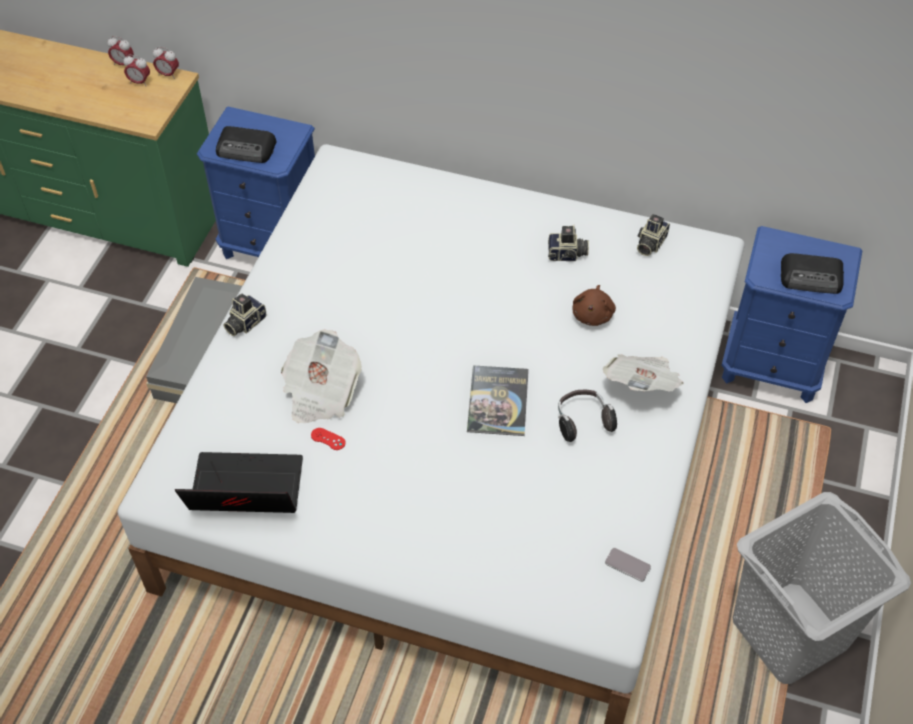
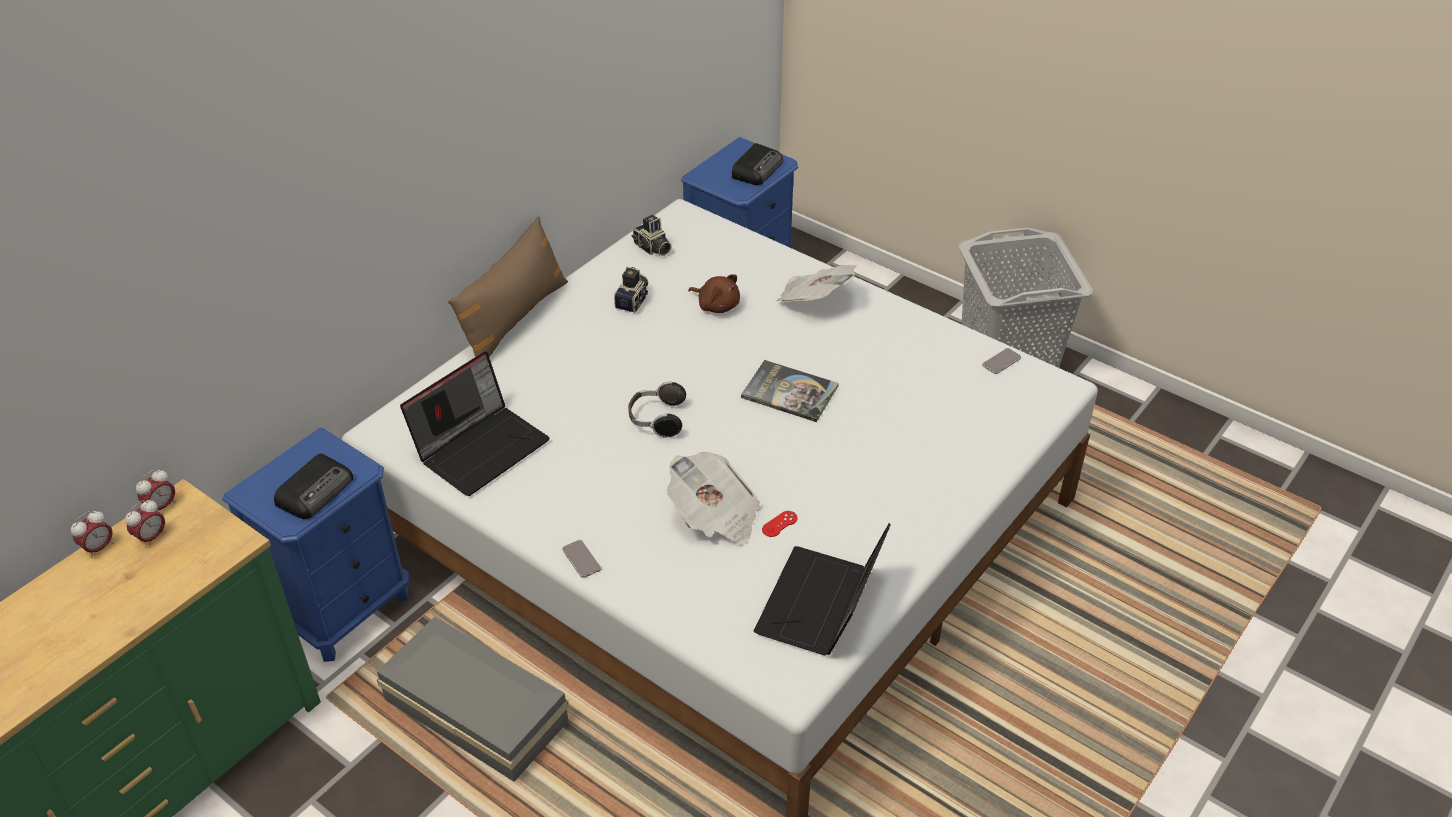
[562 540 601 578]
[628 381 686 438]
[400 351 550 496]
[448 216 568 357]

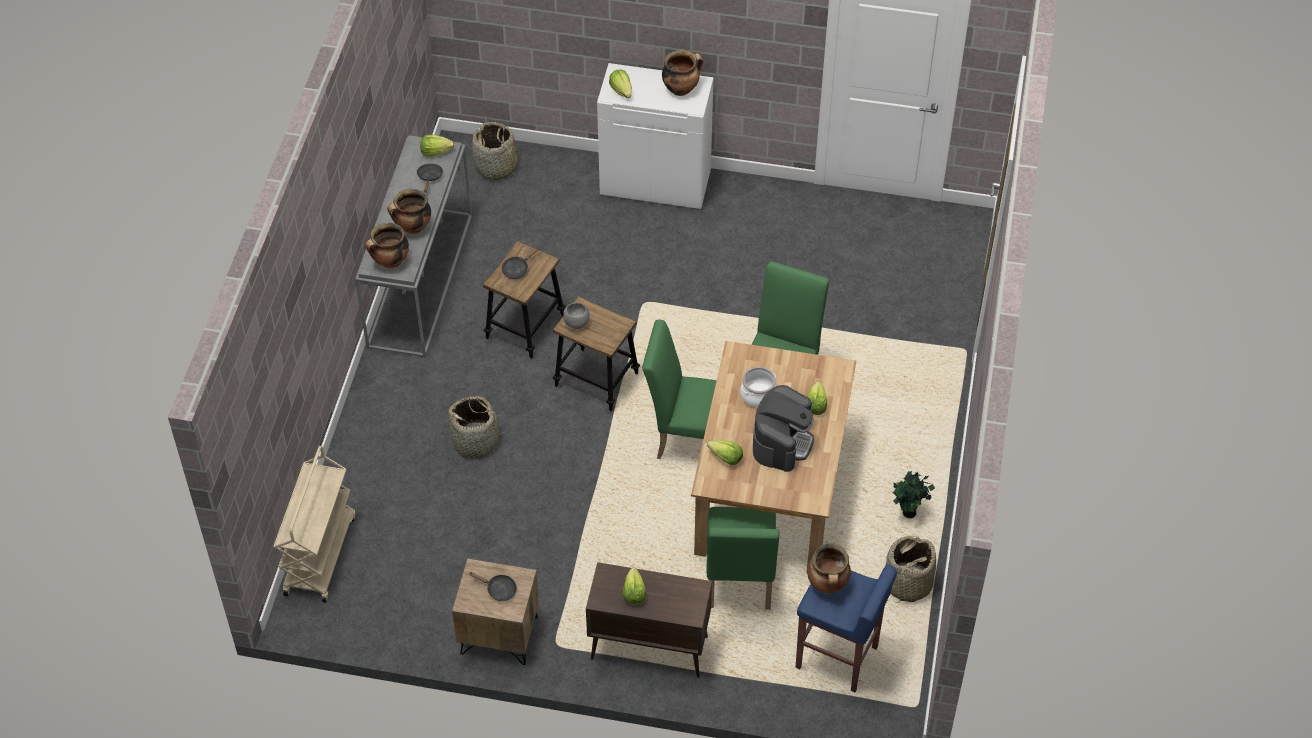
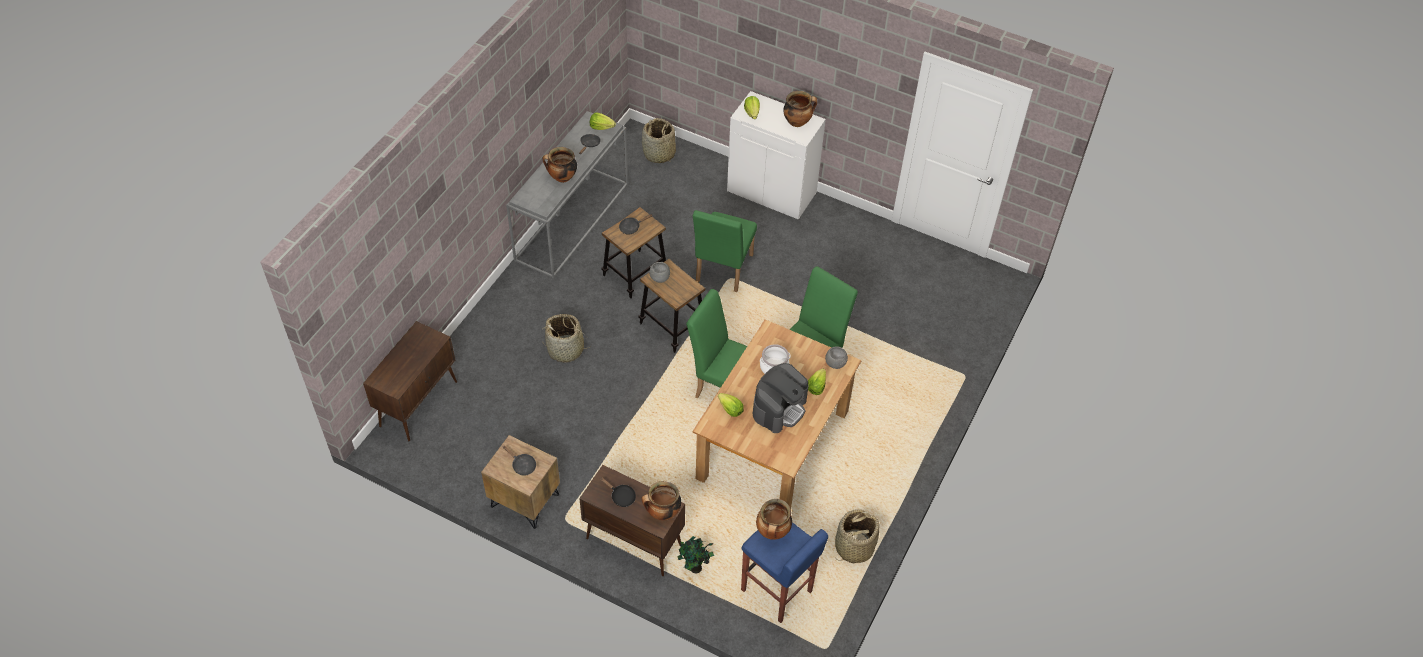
[363 321 457 441]
[641 481 681 520]
[600 477 636 507]
[693 210 757 292]
[677 536 714 573]
[825 346 848 369]

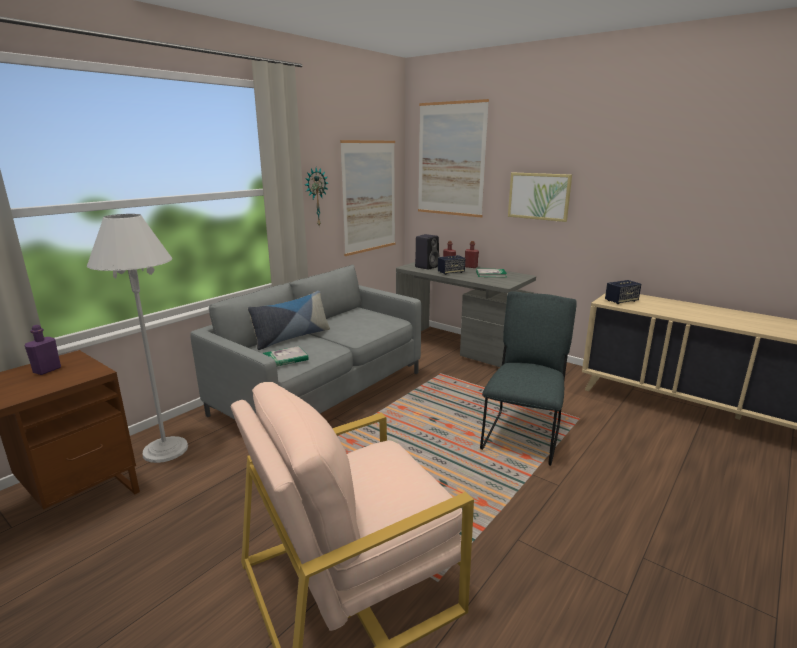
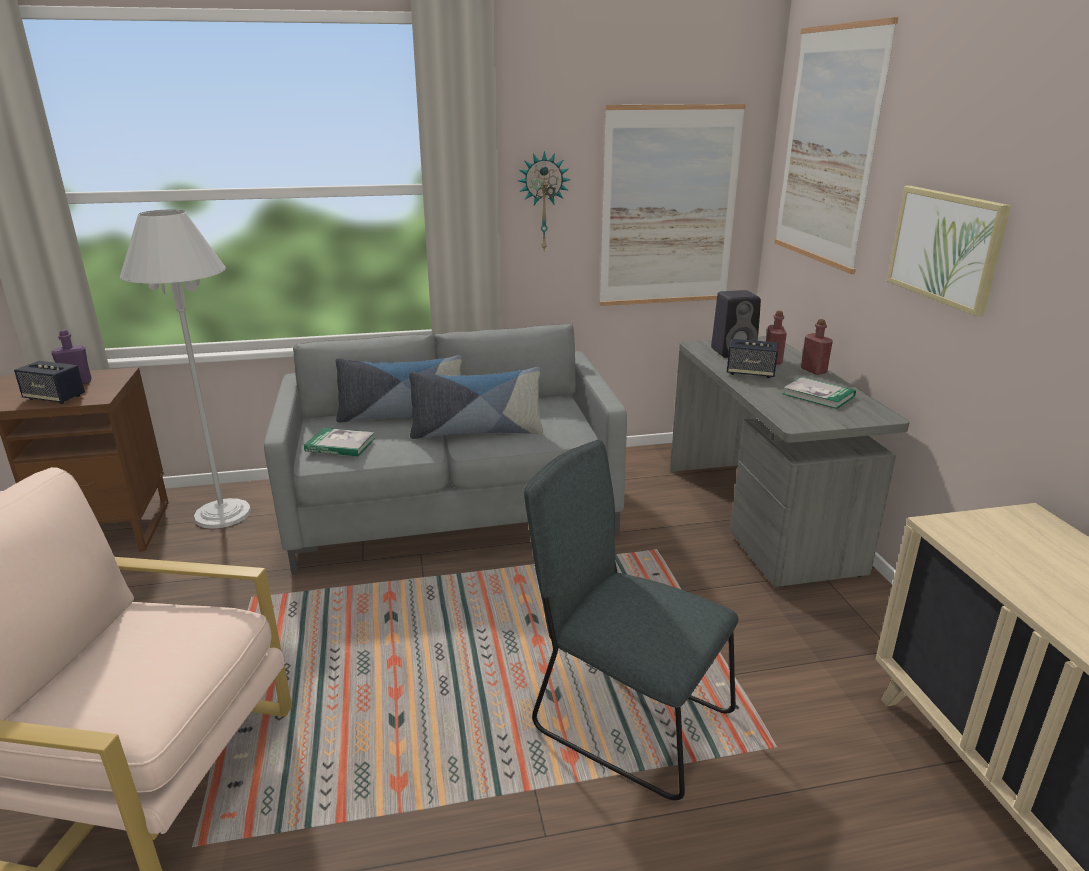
[524 440 739 800]
[14 361 85 404]
[409 367 543 439]

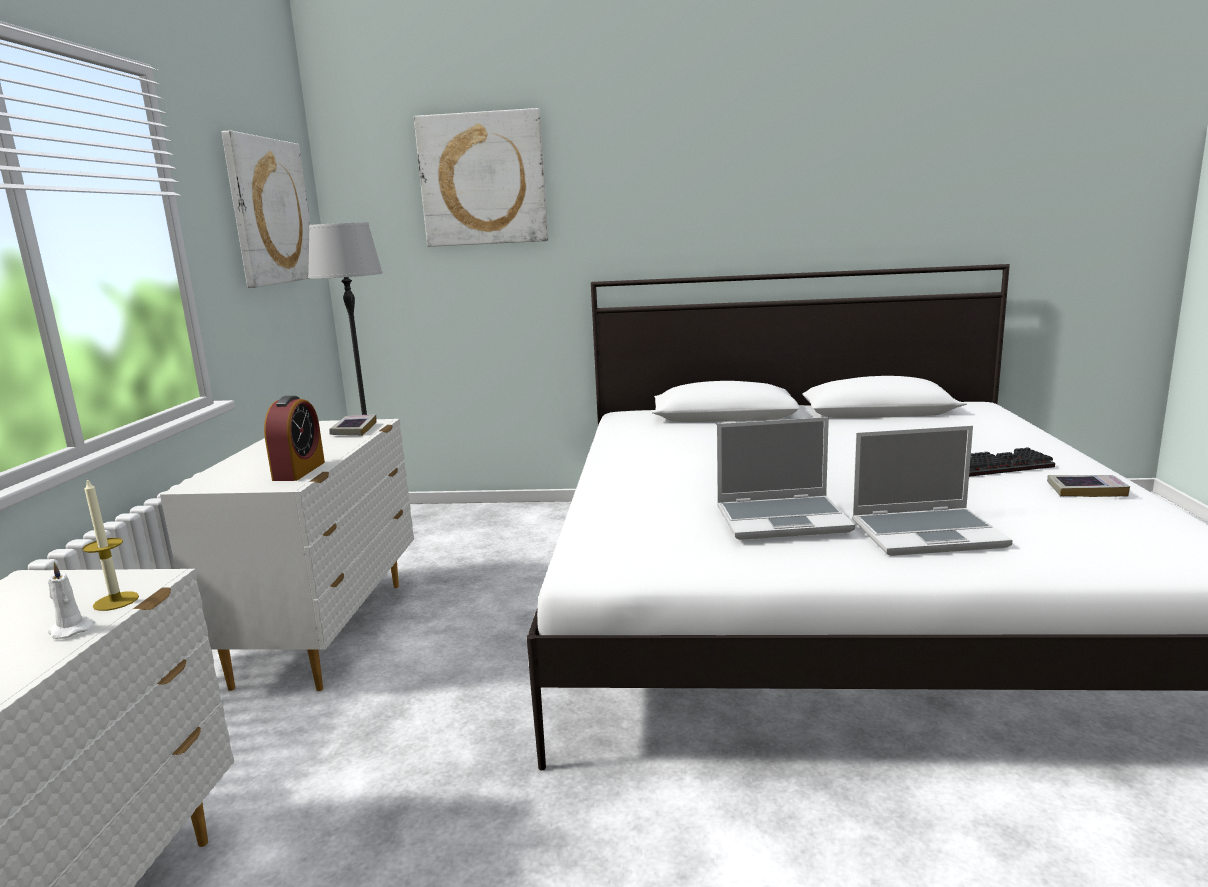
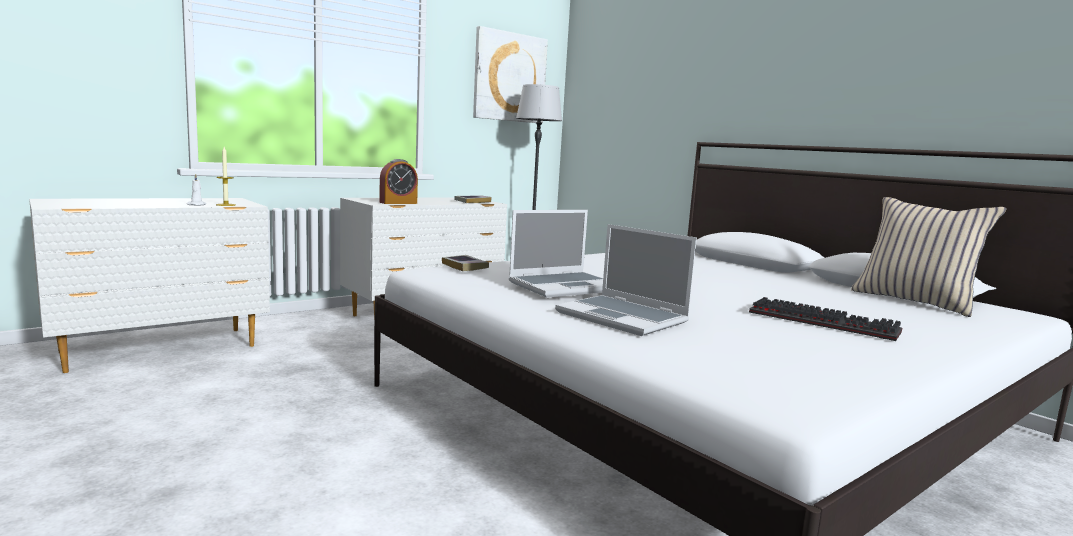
[414 108 549 247] (first image)
[509 210 603 297]
[442 255 489 271]
[851 197 1006 317]

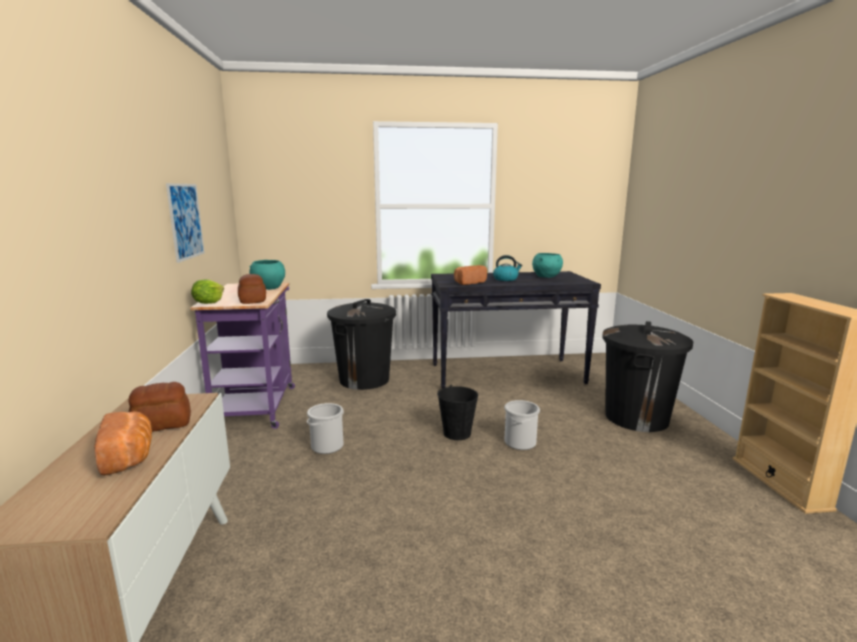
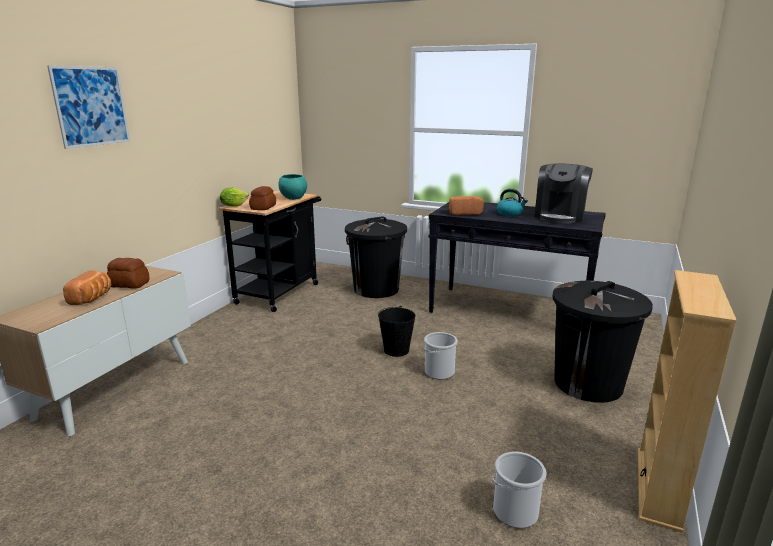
[47 65 130 149]
[218 191 321 312]
[492 452 546 528]
[535 163 593 224]

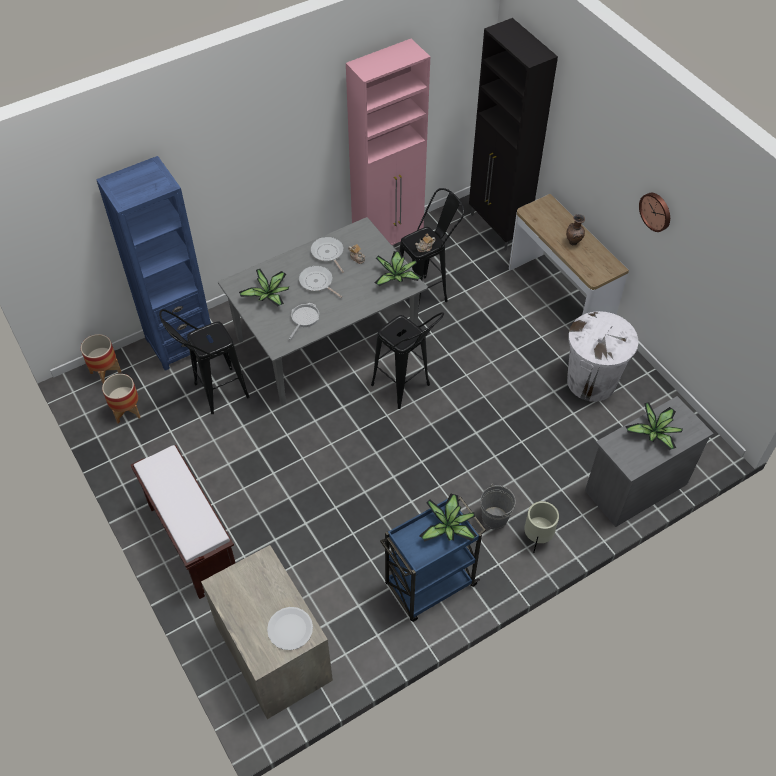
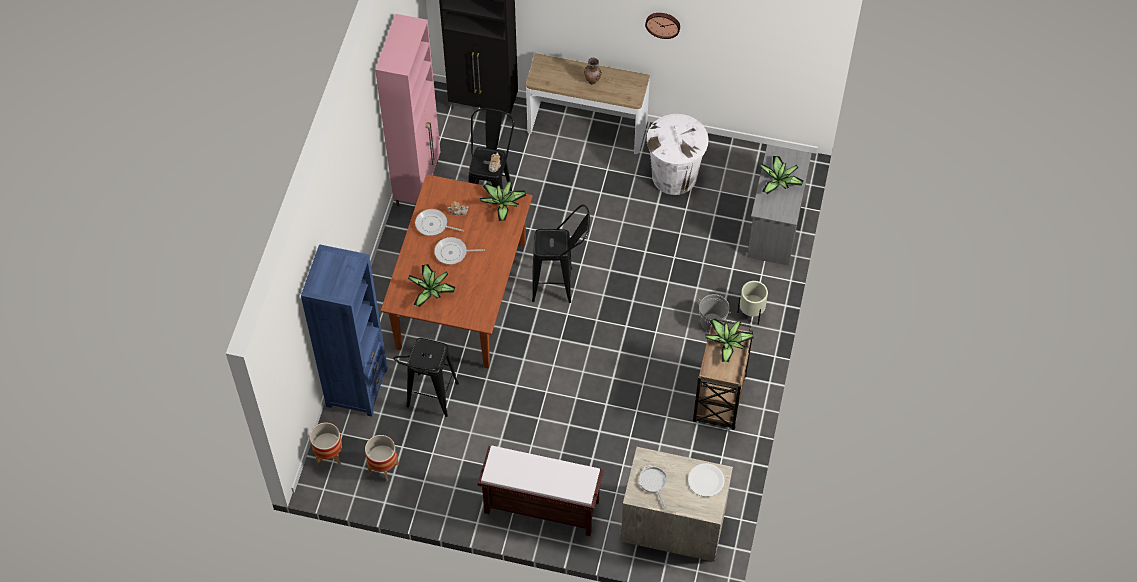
[381 174 533 369]
[639 465 667 509]
[693 319 753 430]

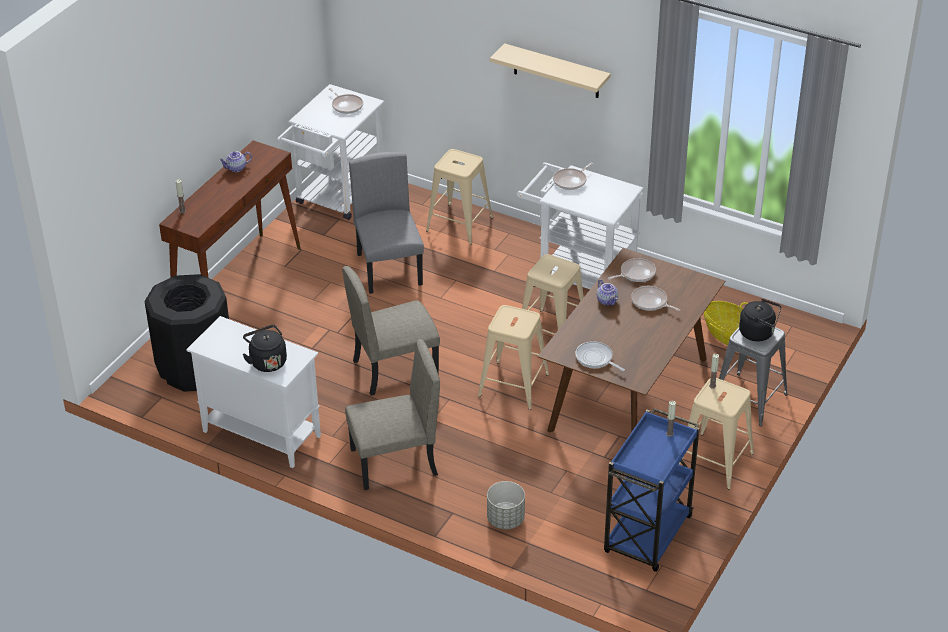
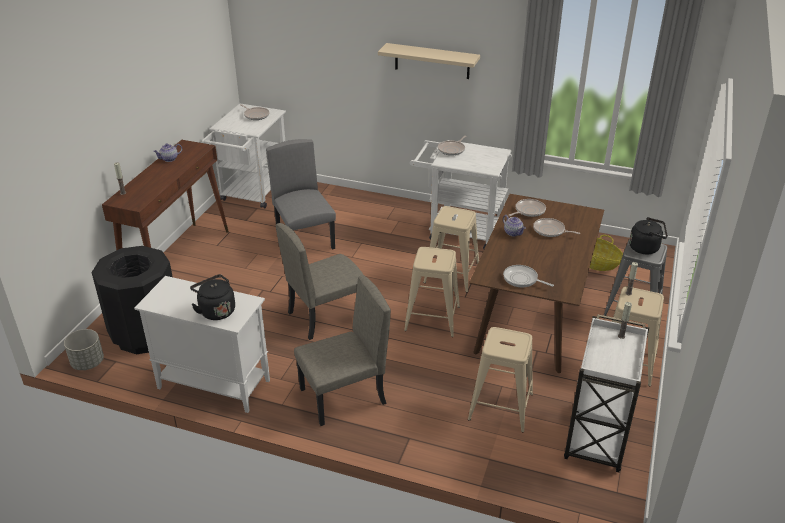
[468 327 533 432]
[64 329 104 370]
[564 314 649 473]

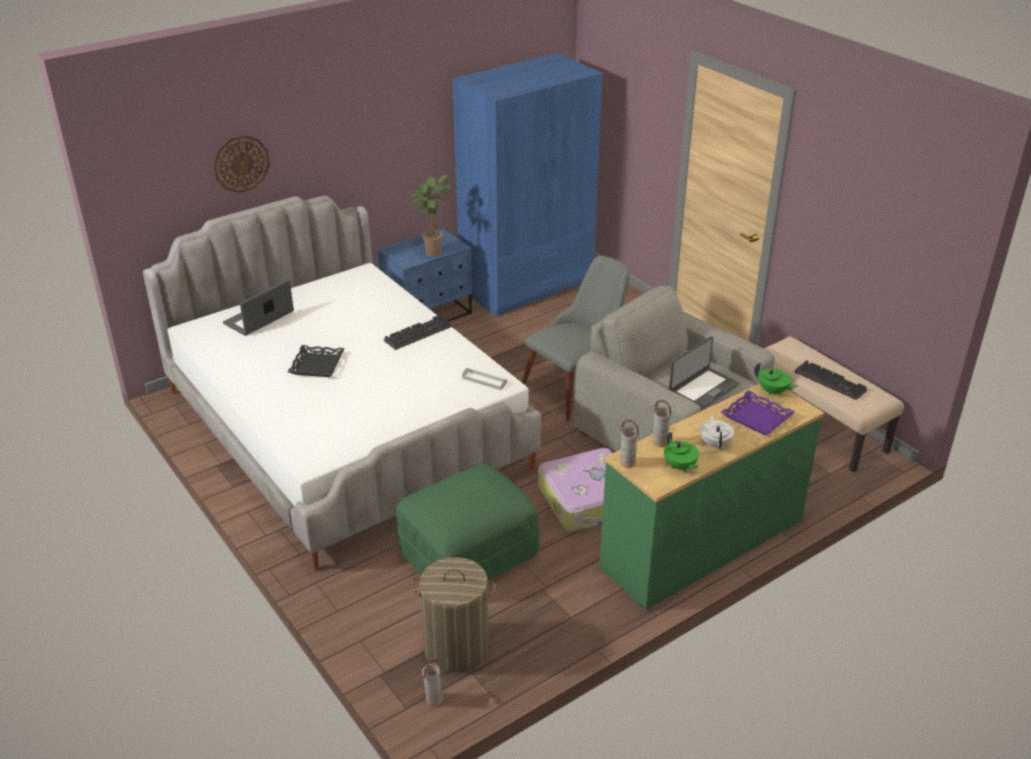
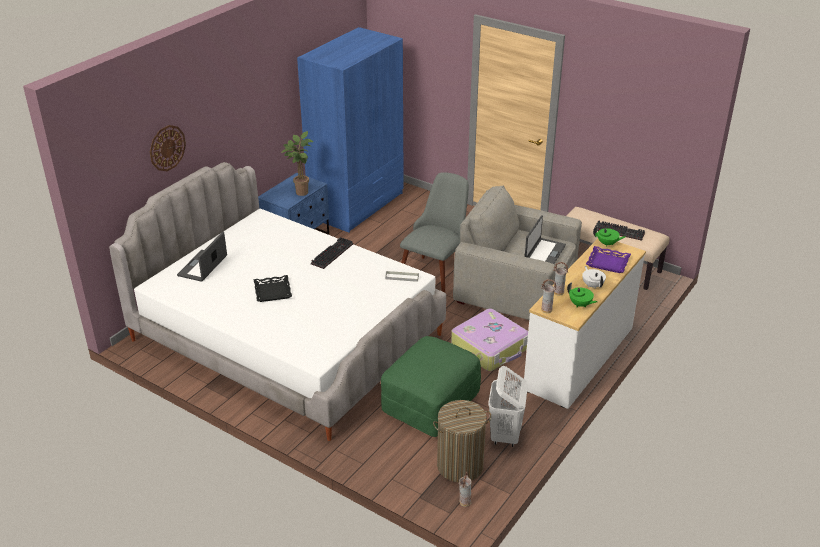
[524 239 646 409]
[488 366 528 447]

